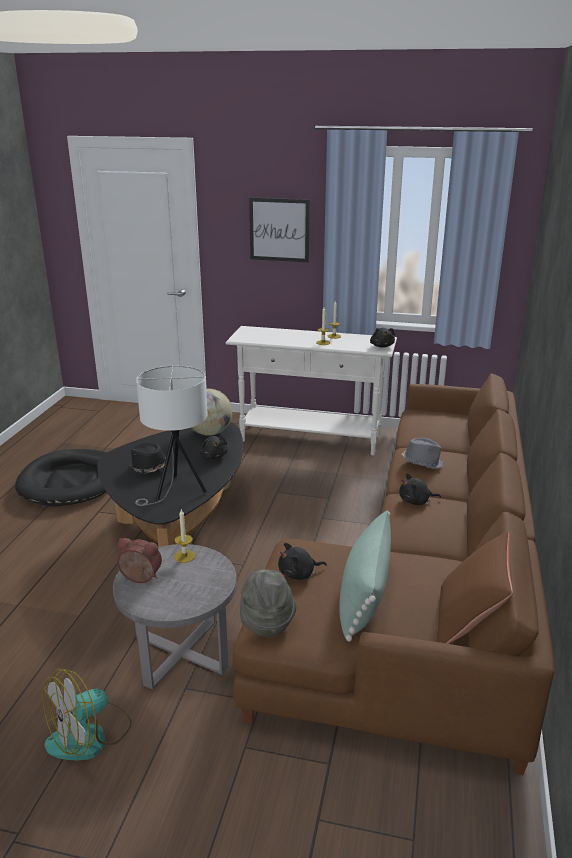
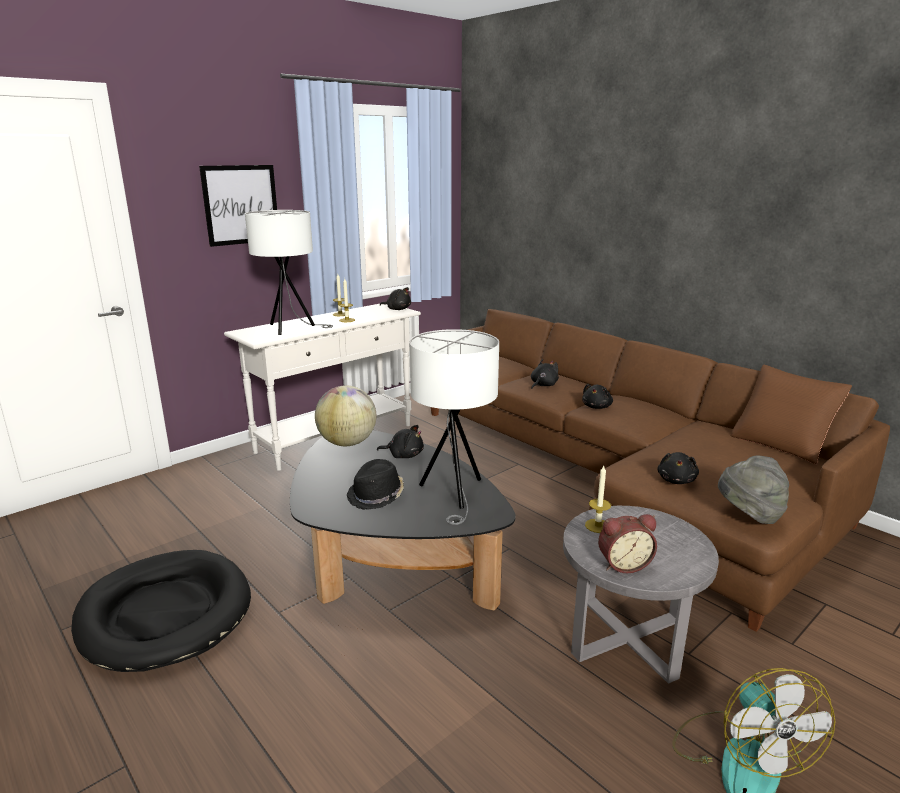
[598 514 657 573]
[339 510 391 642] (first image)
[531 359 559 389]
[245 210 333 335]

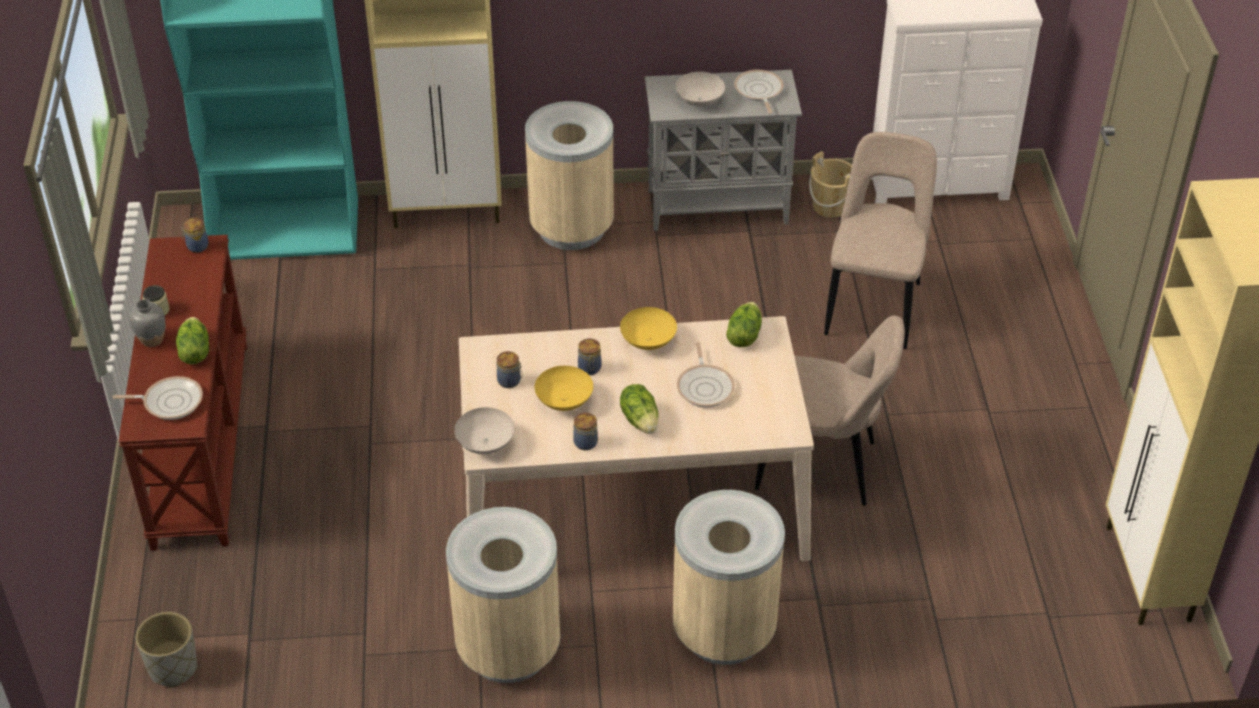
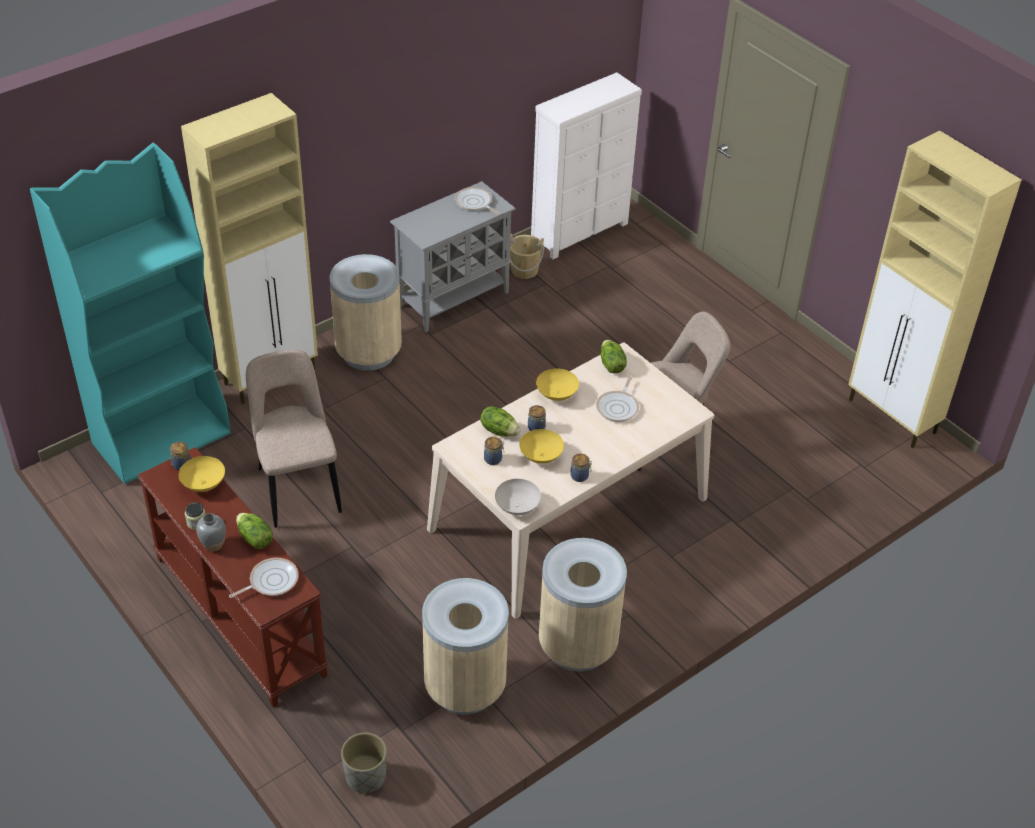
[480 406 521 437]
[422 578 509 715]
[675 72 725 107] (first image)
[596 377 639 422]
[246 350 342 528]
[178 456 225 492]

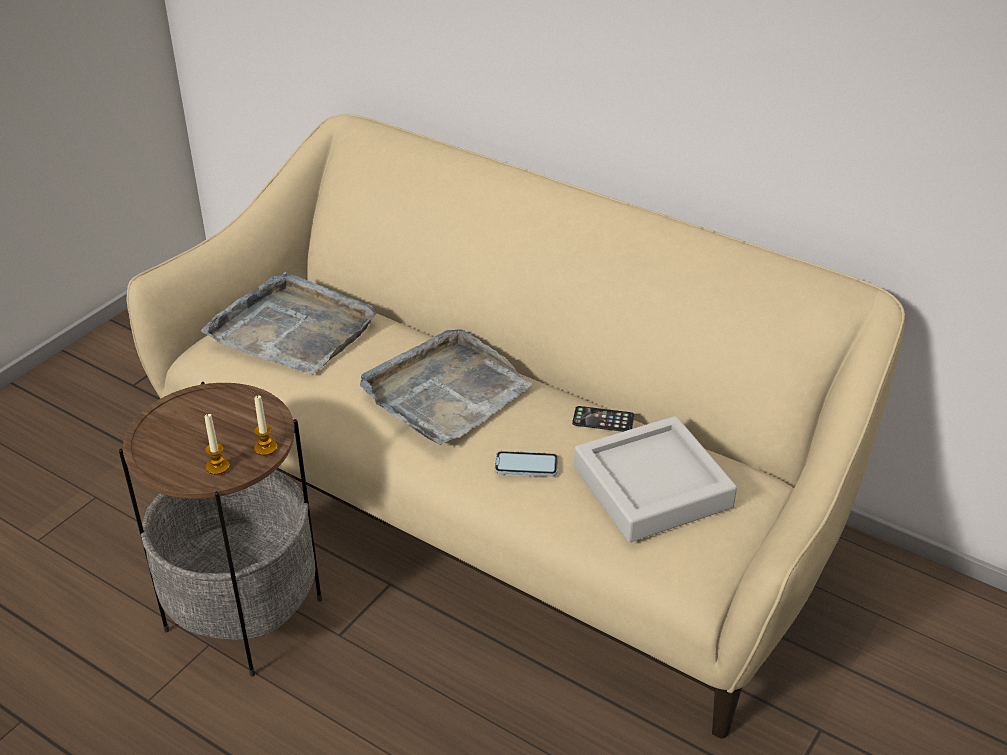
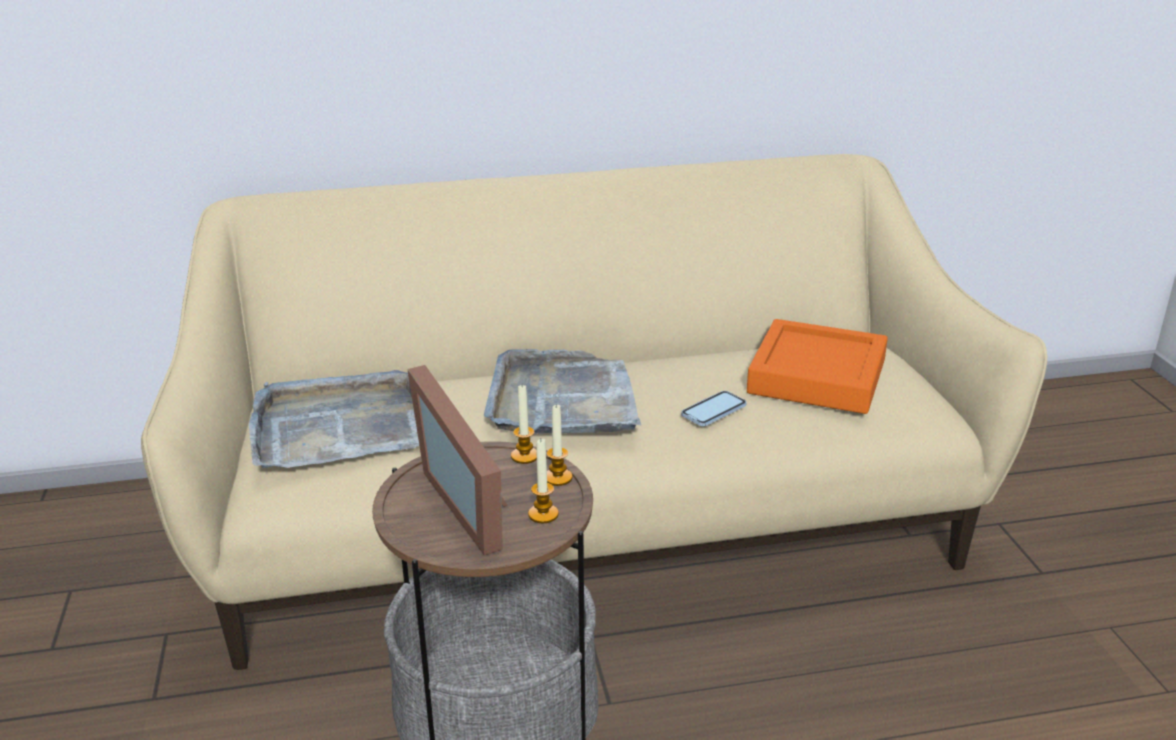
[572 406 634 432] (first image)
[747 319 888 414]
[407 365 508 556]
[511 385 537 464]

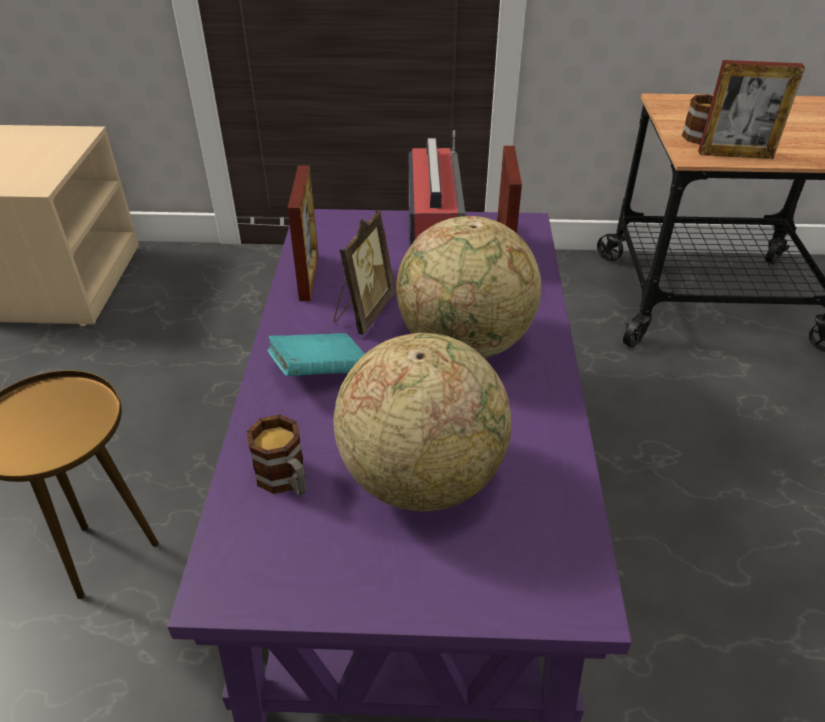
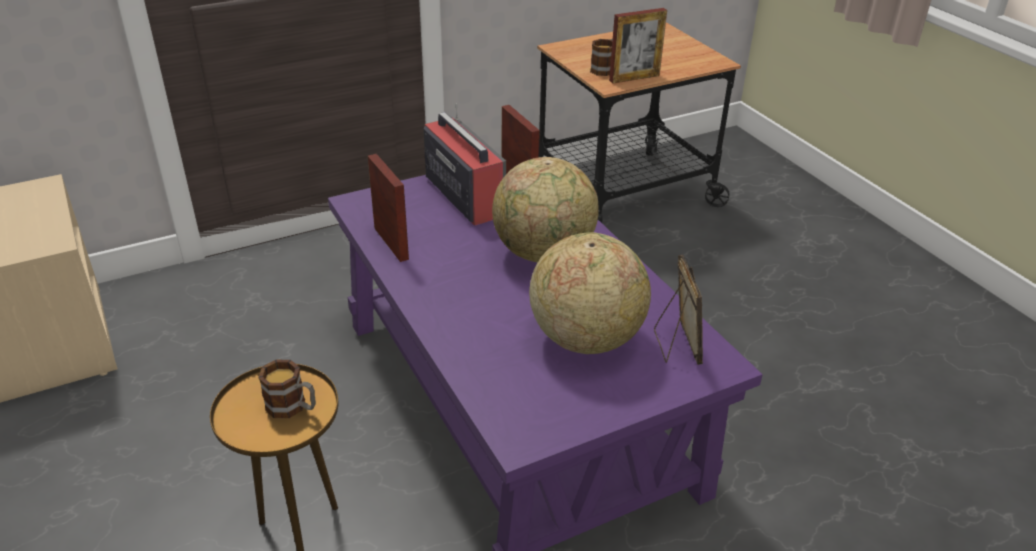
[258 360 316 418]
[267 333 365 376] (first image)
[654 255 703 365]

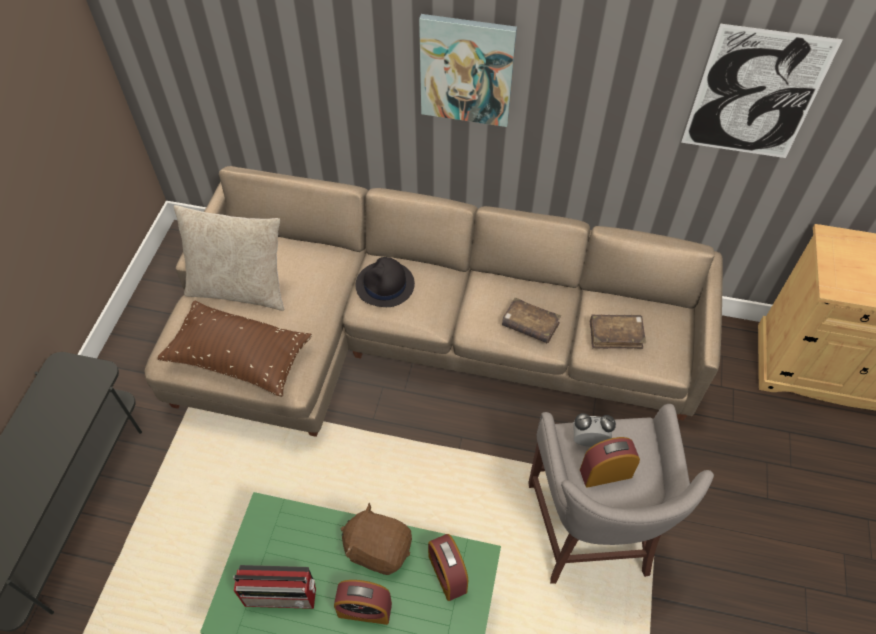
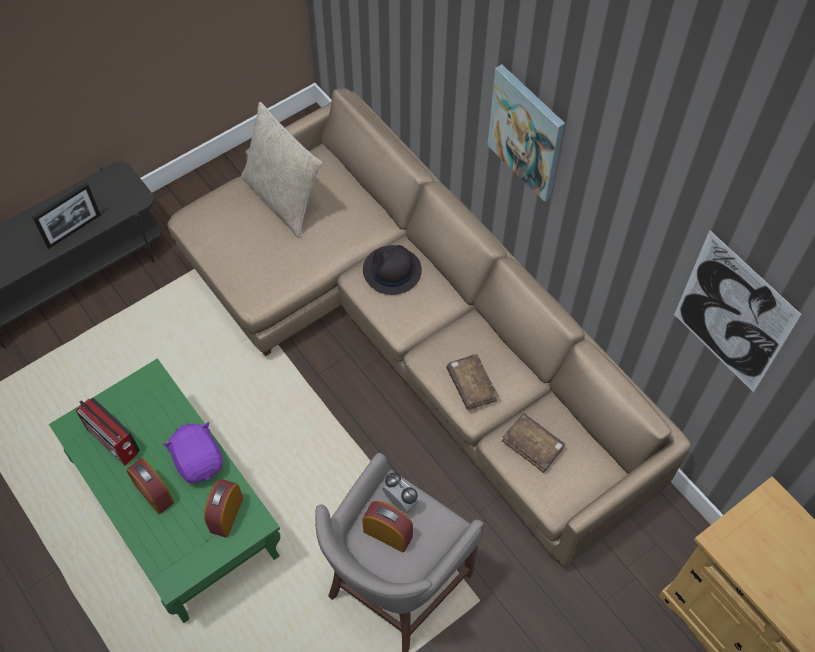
[158 301 312 397] (first image)
[162 422 223 484]
[32 183 100 249]

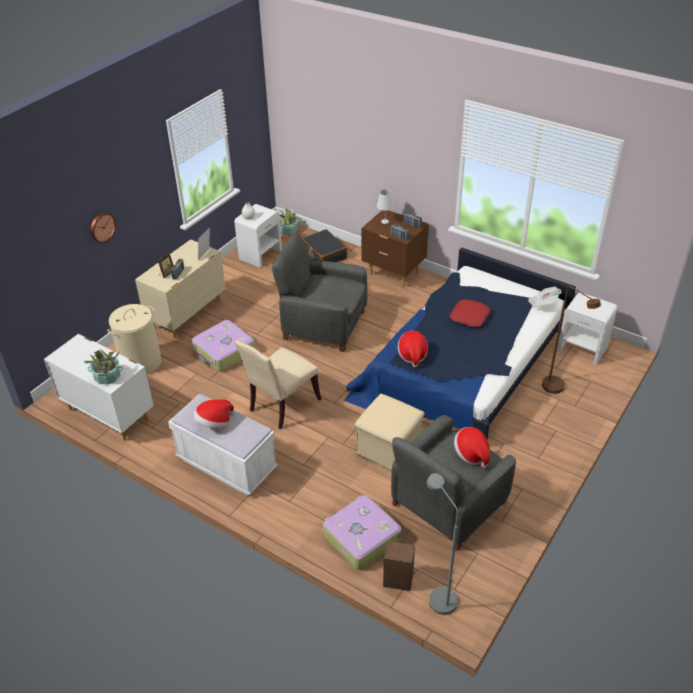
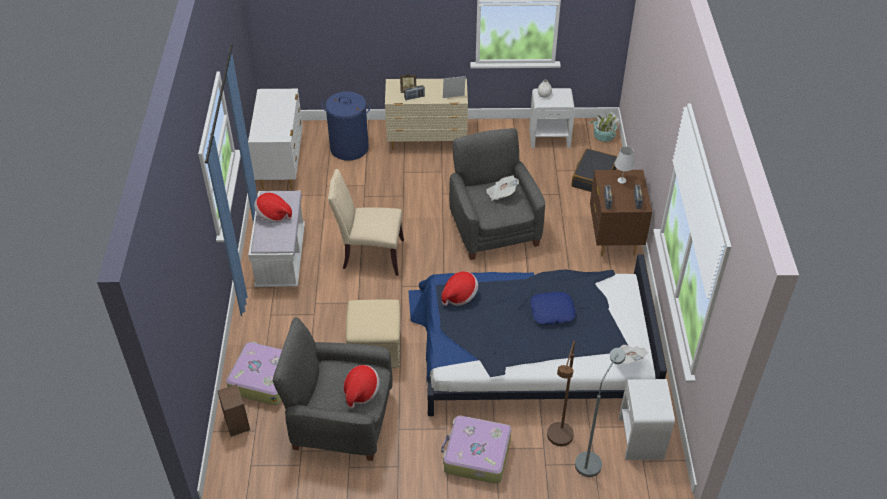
[84 350 123 384] (first image)
[90 212 116 243] (first image)
[321 91 371 161]
[441 415 511 484]
[575 348 625 477]
[530 292 575 324]
[486 175 519 201]

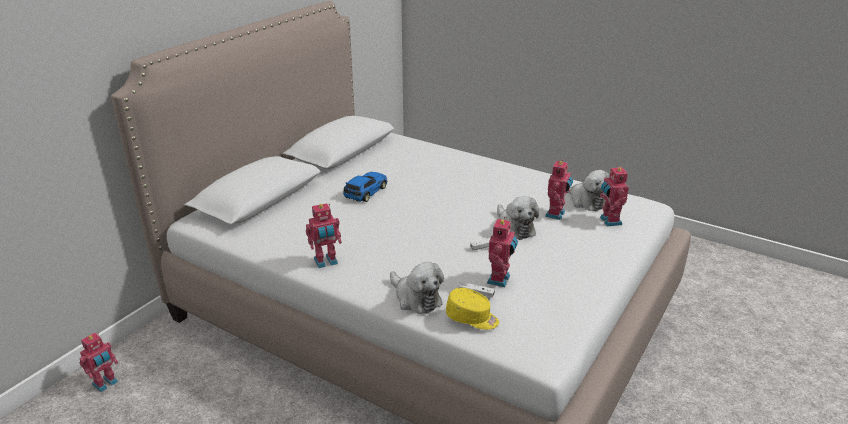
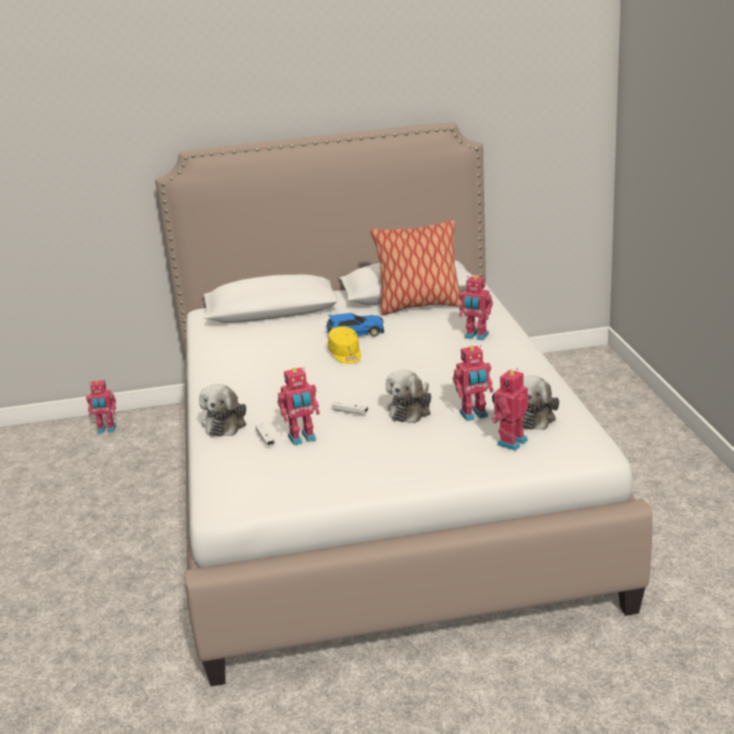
[459 275 493 340]
[328 326 361 364]
[370 220 462 315]

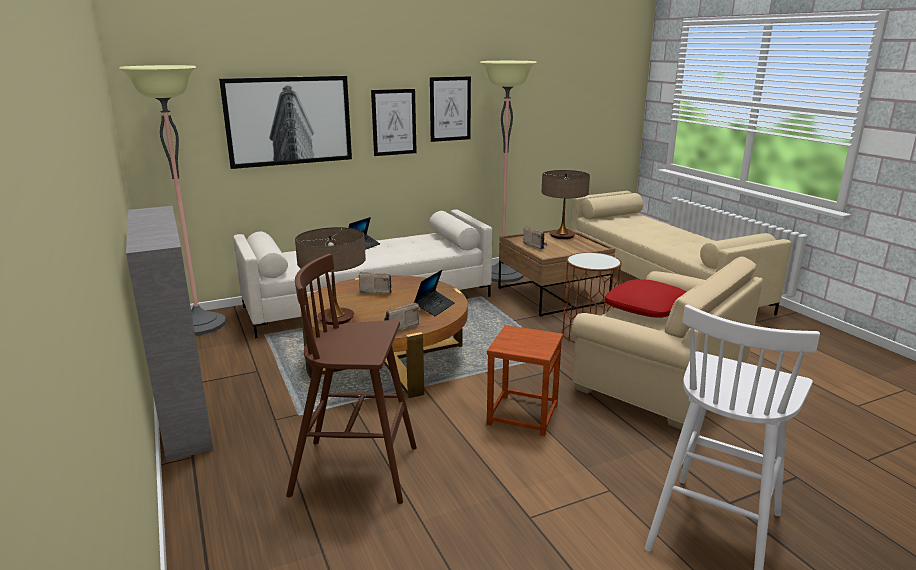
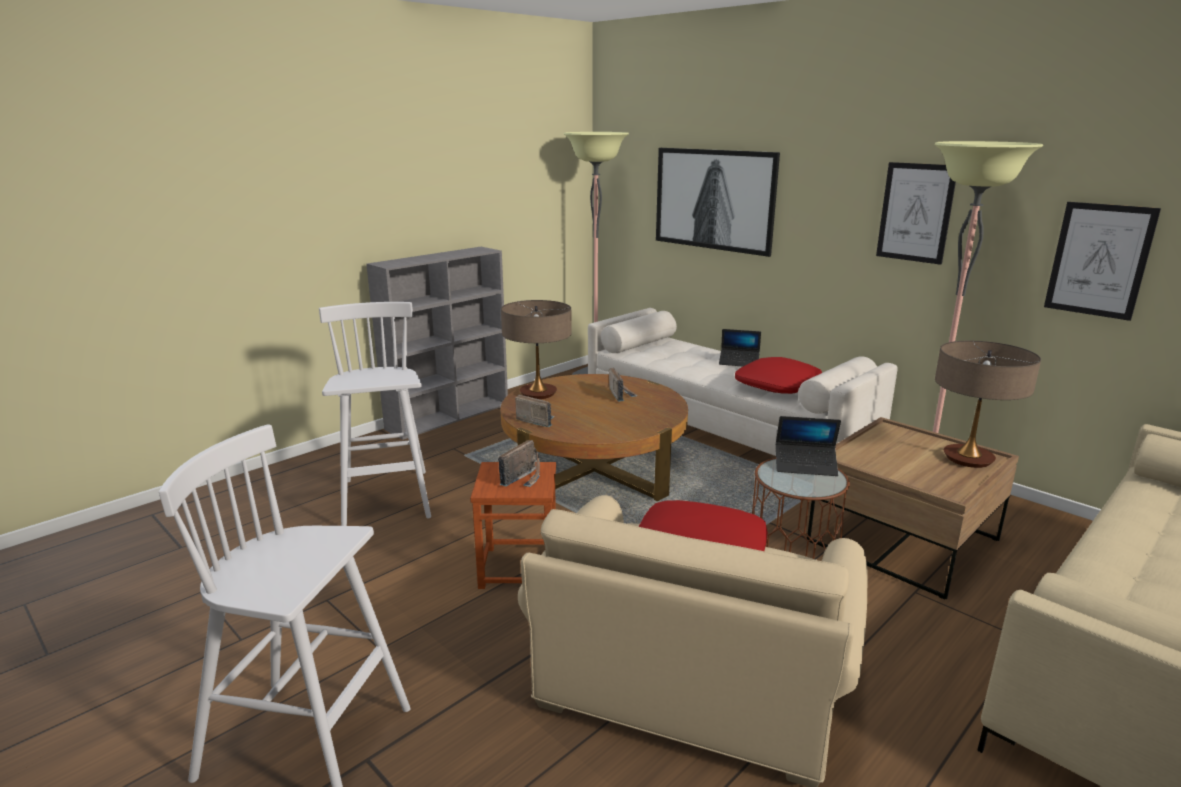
[319 302 431 526]
[1044 202 1161 321]
[776 416 841 476]
[498 440 540 487]
[735 357 822 394]

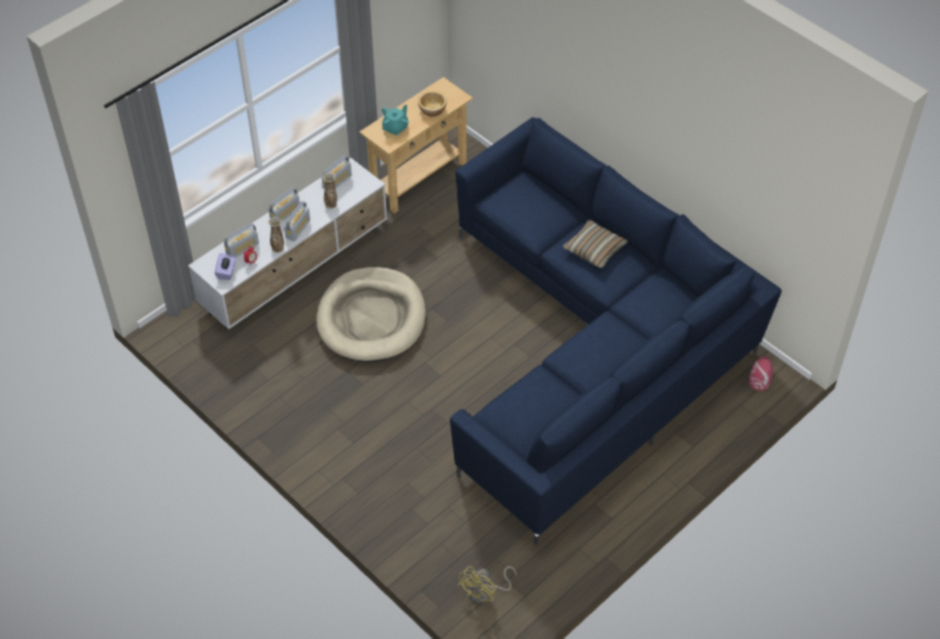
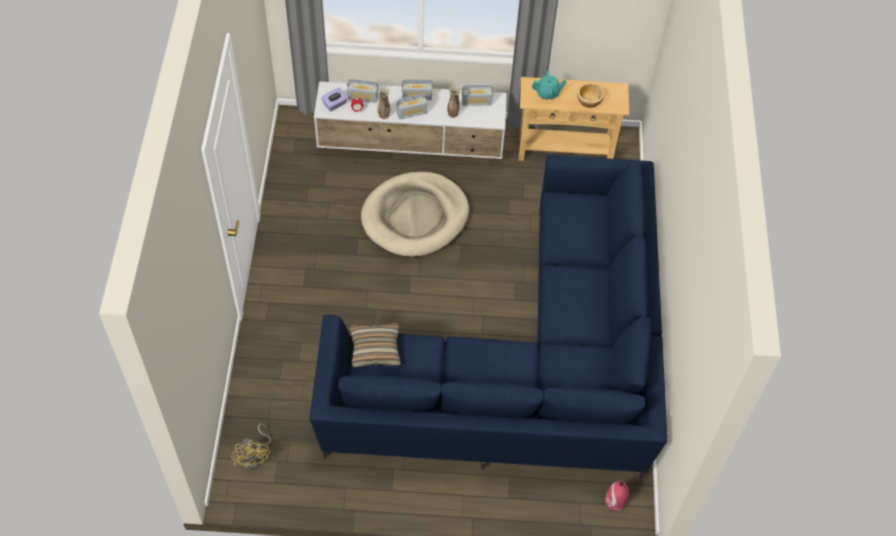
[231 423 271 469]
[350 323 401 367]

